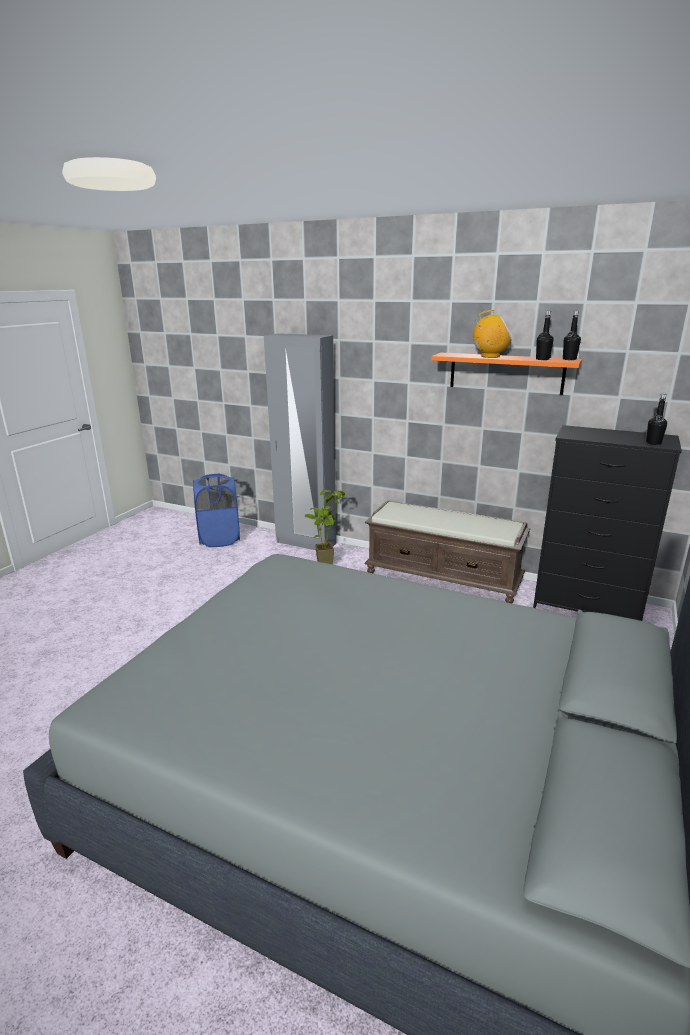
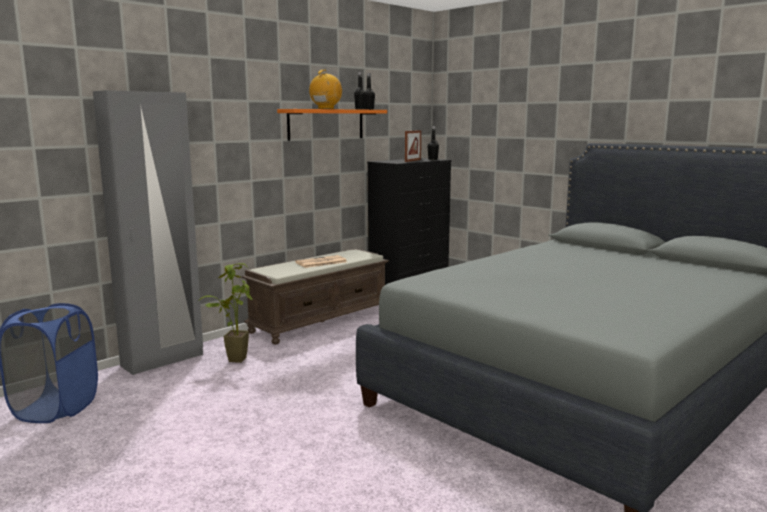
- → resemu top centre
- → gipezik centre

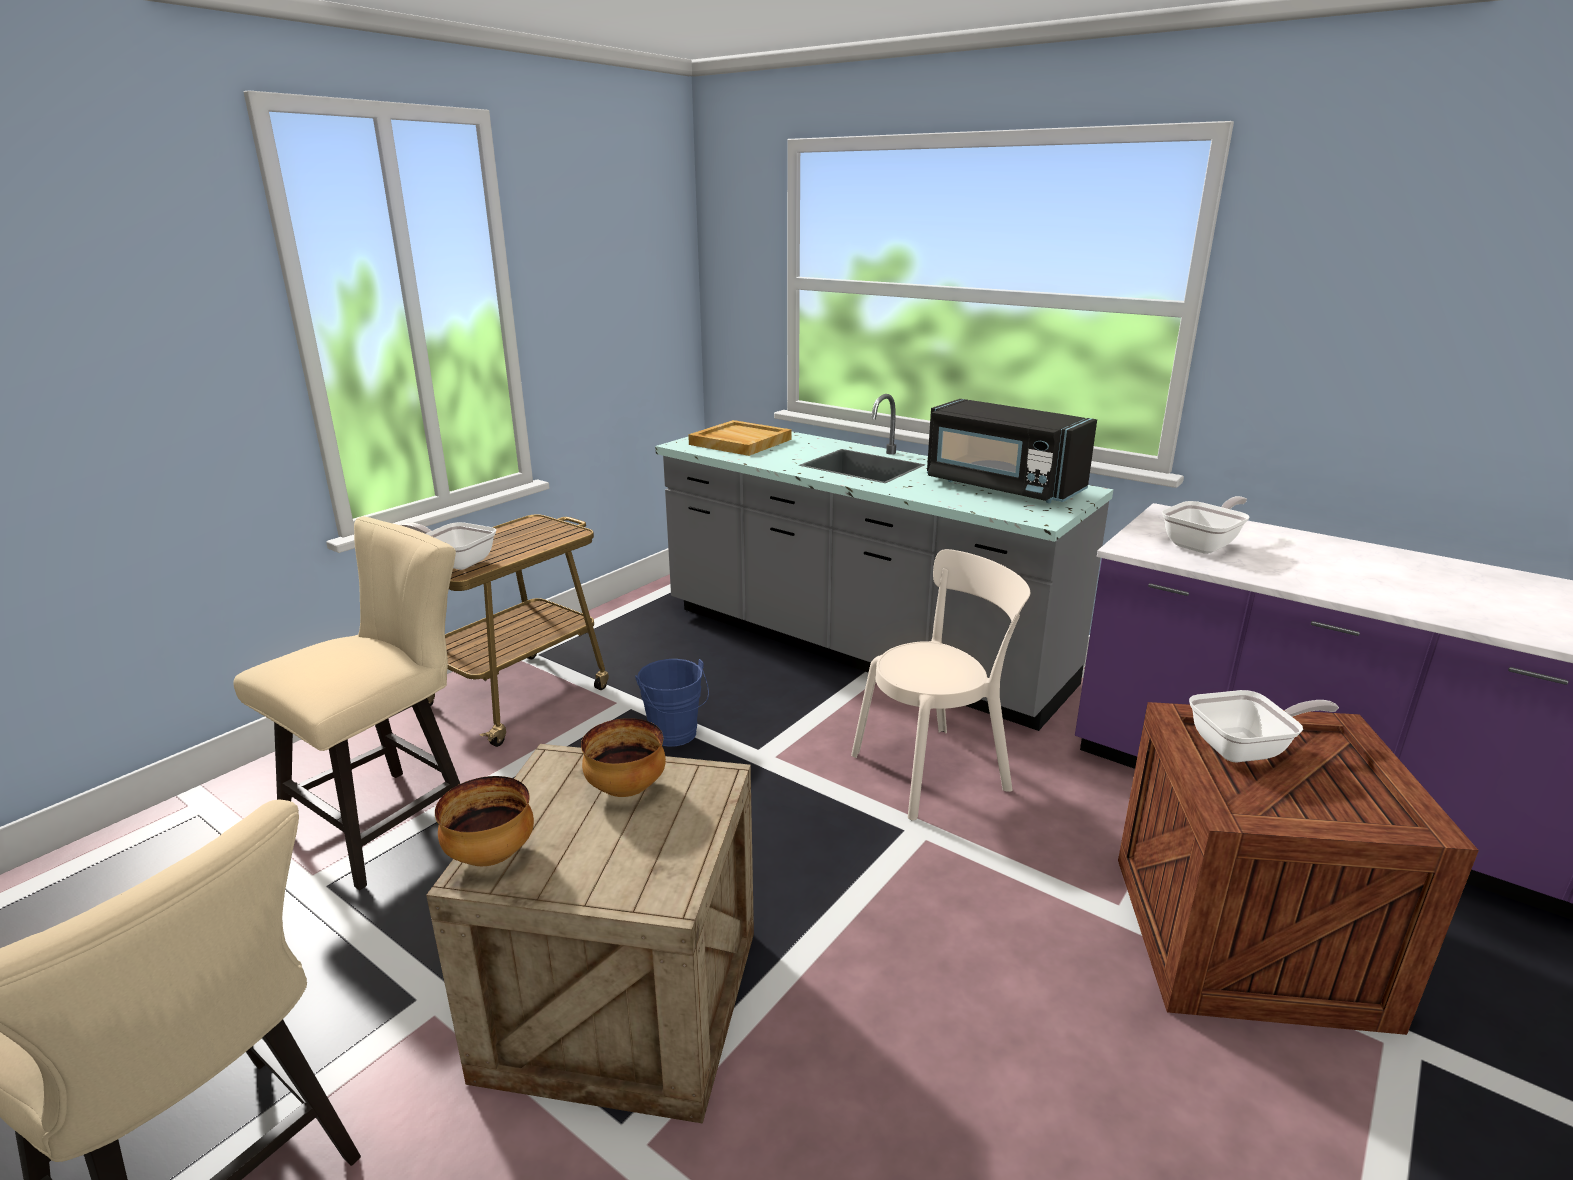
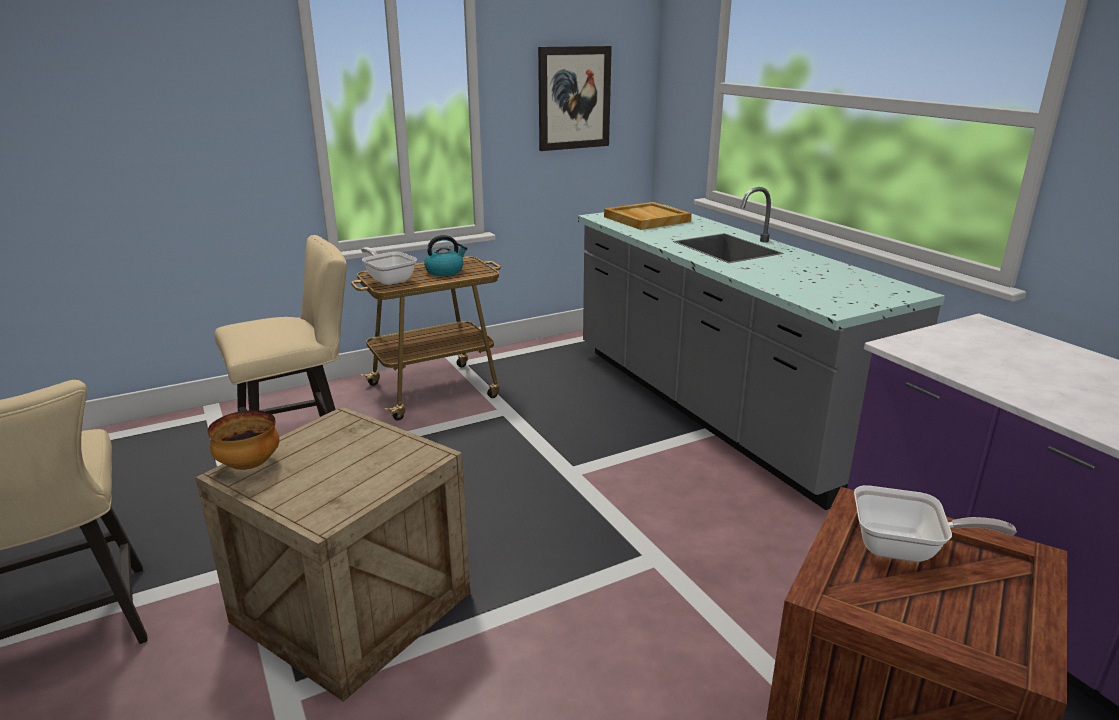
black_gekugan centre → -
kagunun (2nd from left) middle right → -
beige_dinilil (3rd from left) centre → -
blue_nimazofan centre → -
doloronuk (2nd from left) centre → -
- → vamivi top centre
- → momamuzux centre

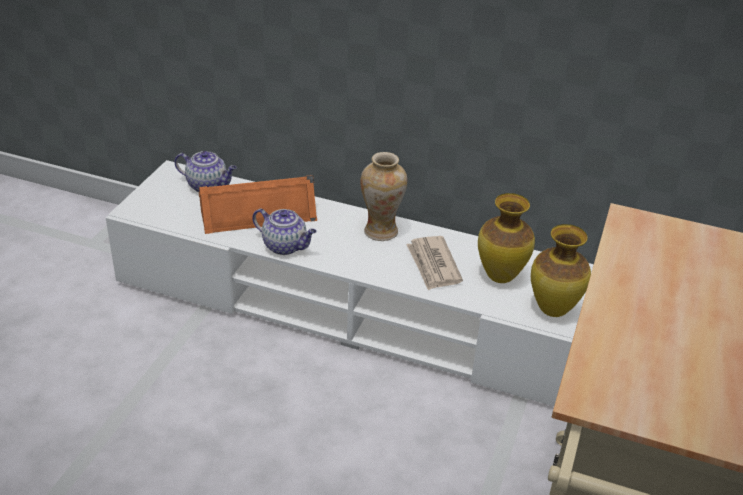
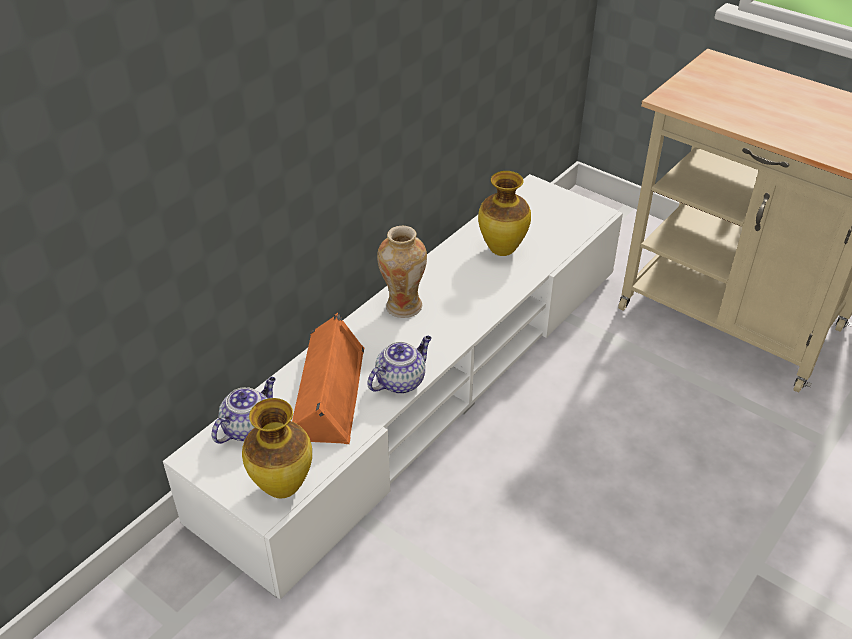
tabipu (3rd from left in the first image) middle right → tabipu (1st from left) bottom left, moved
gipezik centre → -

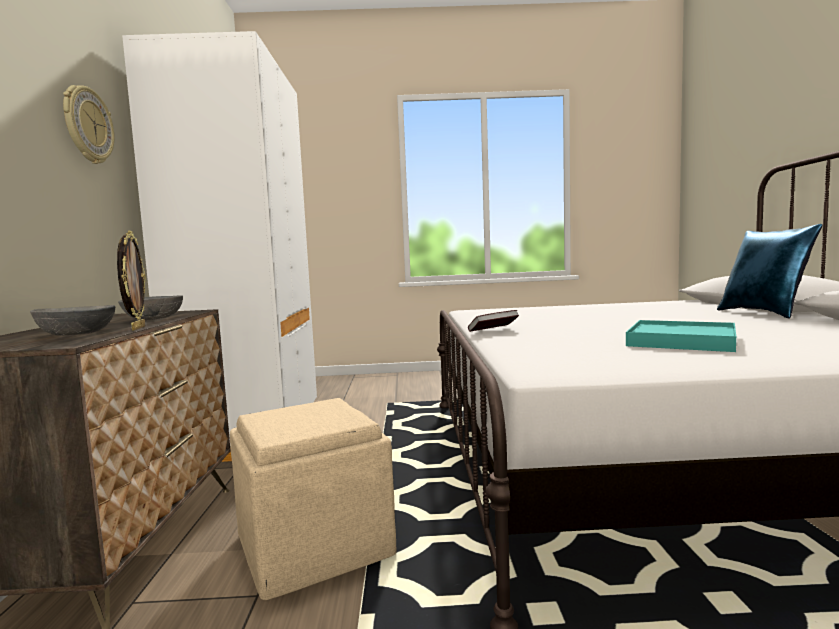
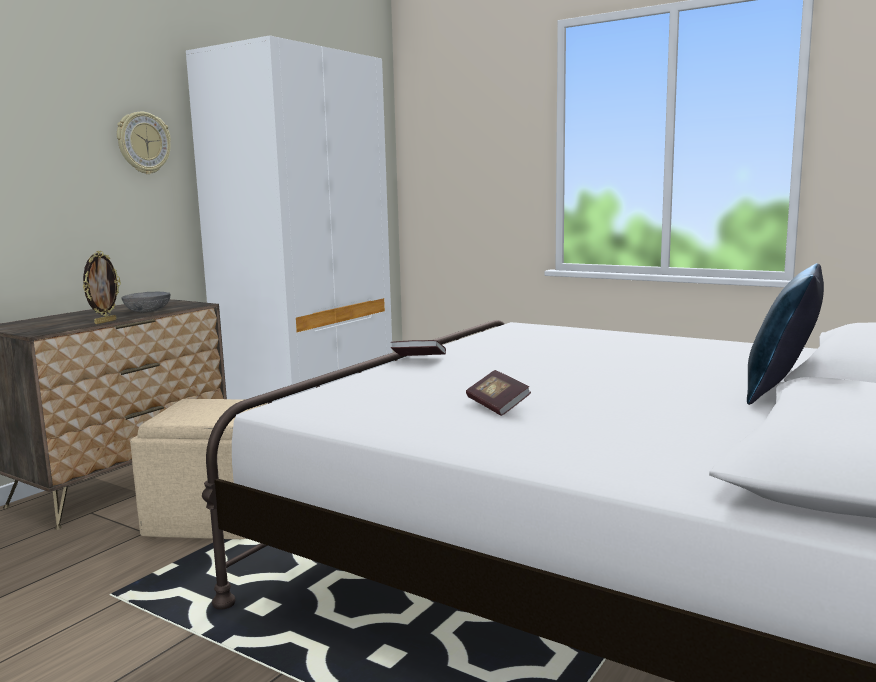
grey_doloronuk (1st from left) middle left → -
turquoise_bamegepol middle right → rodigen (2nd from left) centre

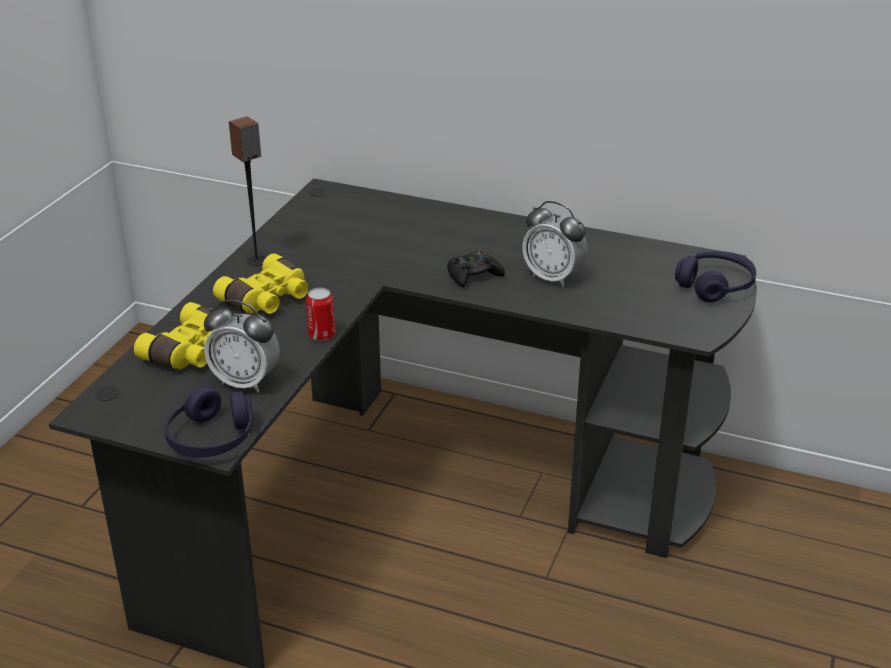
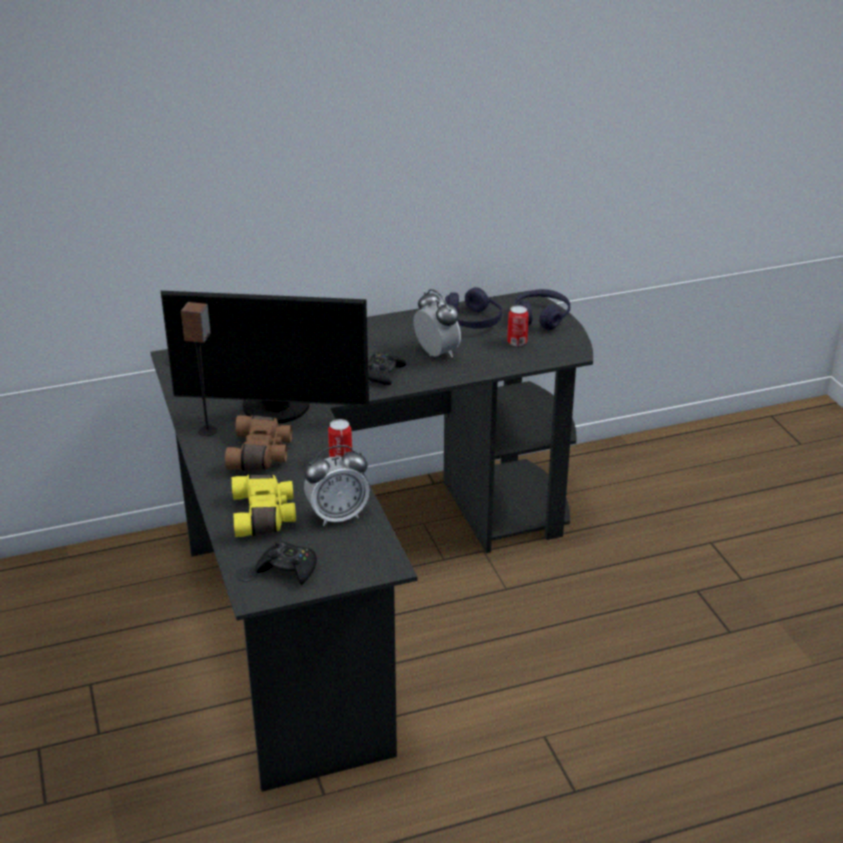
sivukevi (2nd from left) centre, 120 degrees counterclockwise
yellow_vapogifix (2nd from left) middle left → brown_vapogifix middle left
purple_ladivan (1st from left) middle left → purple_ladivan (1st from left) centre, moved
- → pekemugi middle left
- → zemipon (2nd from left) centre
- → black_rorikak (1st from left) bottom centre

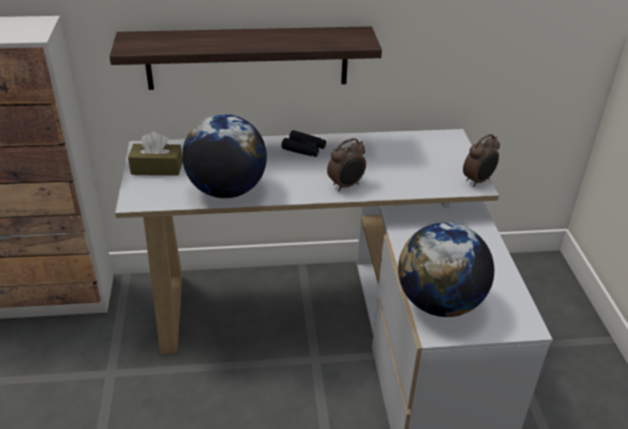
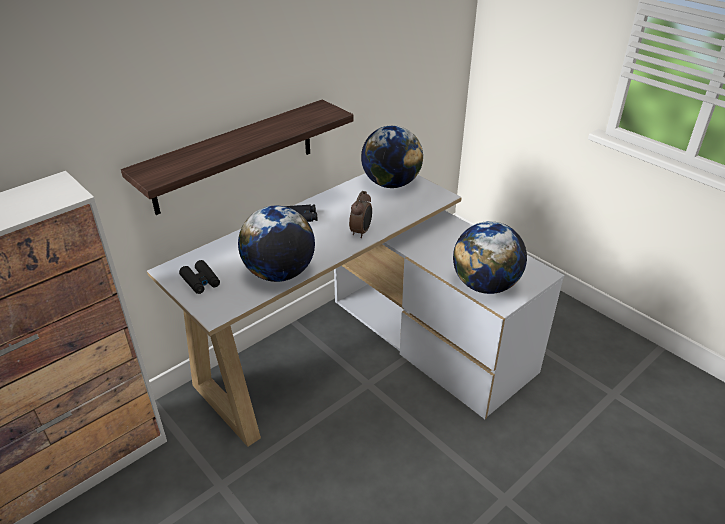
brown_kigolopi middle left → black_vapogifix (1st from left) middle left
sivukevi (2nd from left) middle right → -
- → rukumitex (2nd from left) top centre

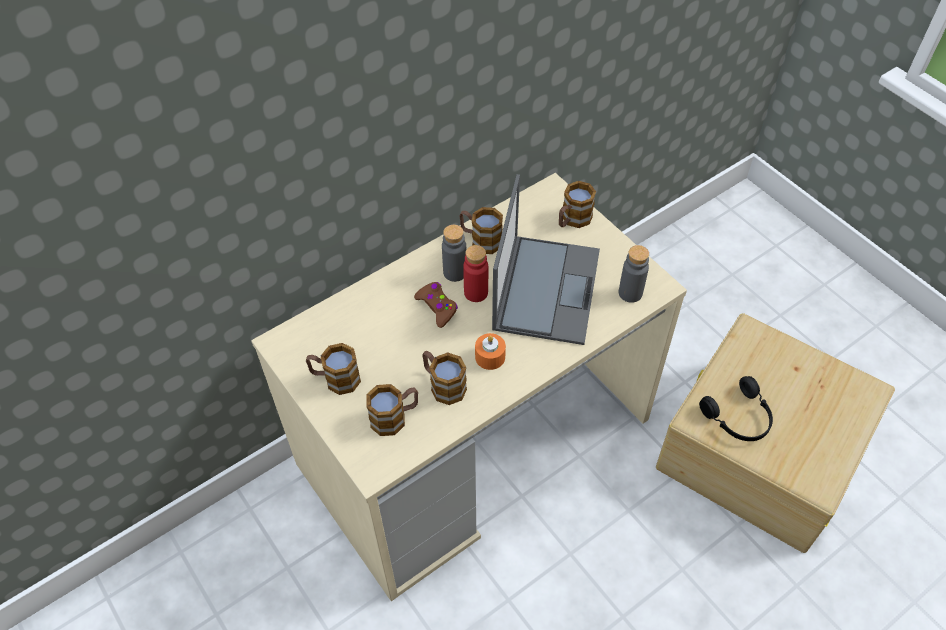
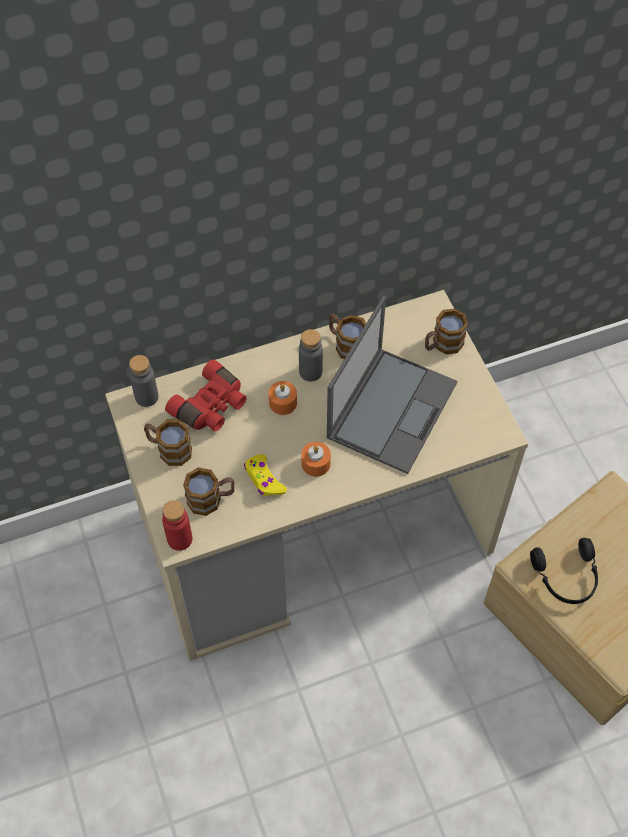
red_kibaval centre → red_kibaval middle left, moved
grey_kibaval (2nd from left in the first image) middle right → grey_kibaval (1st from left) middle left, moved
brown_rorikak centre → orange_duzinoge (1st from left) centre
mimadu (3rd from left) centre → yellow_rorikak centre
- → red_vapogifix middle left

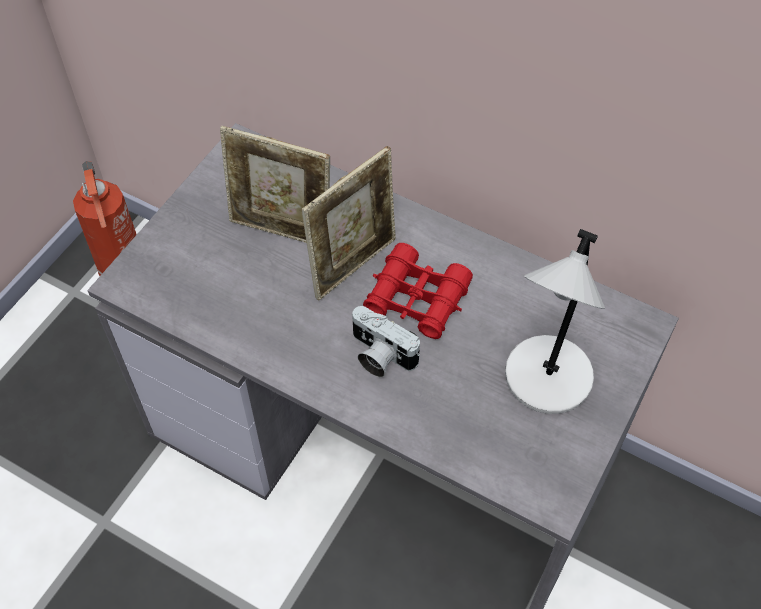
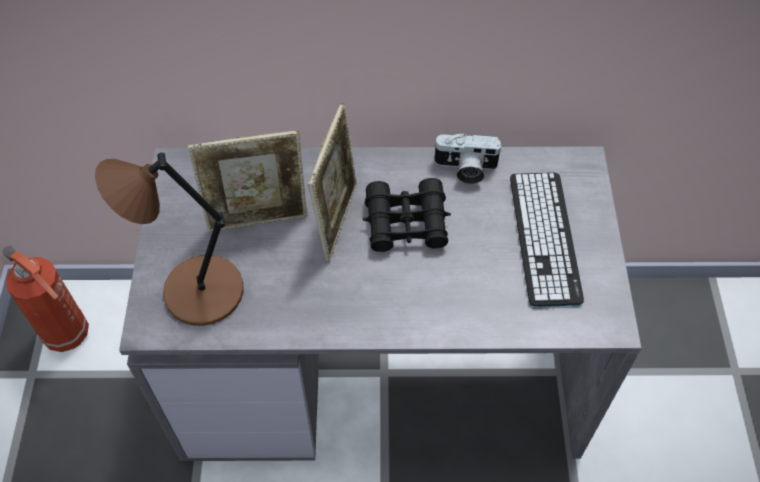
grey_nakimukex middle right → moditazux middle right
red_vapogifix centre → black_vapogifix centre
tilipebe centre → tilipebe top centre, moved
- → brown_nakimukex middle left

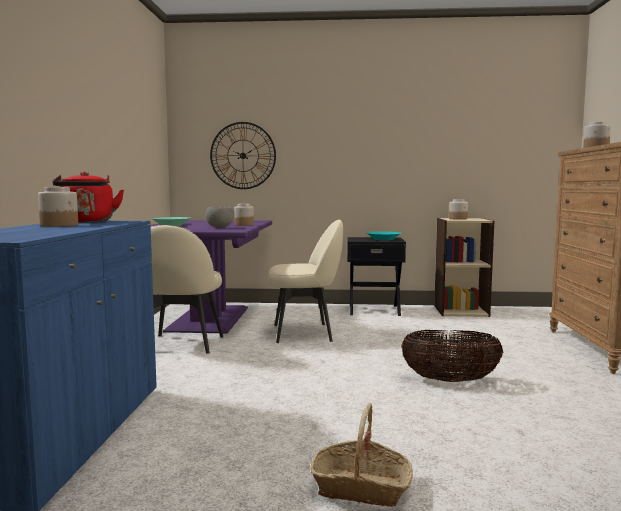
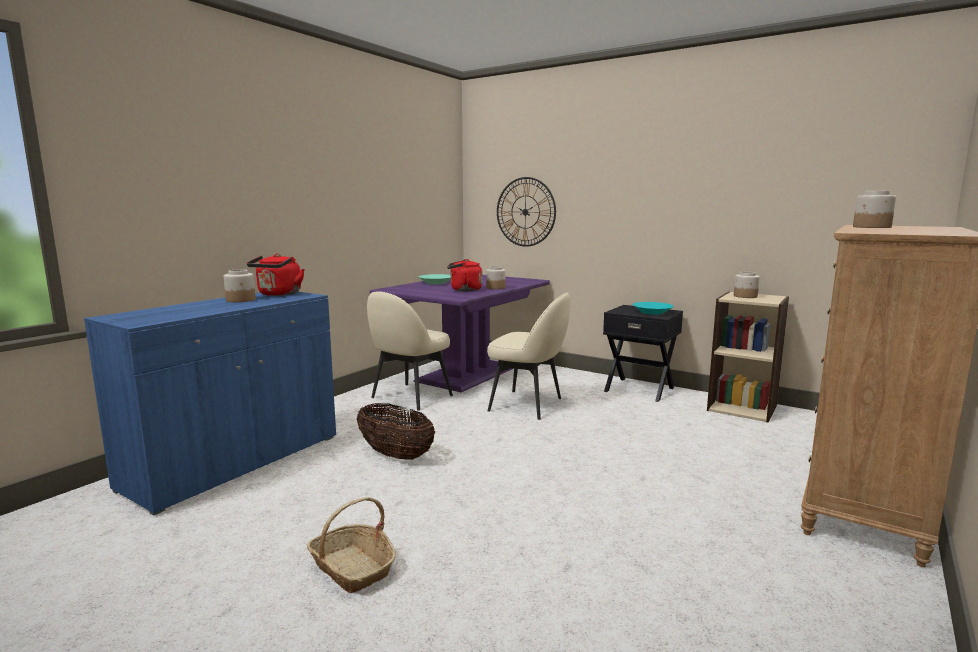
grey_doloronuk centre → red_momamuzux (2nd from left) centre
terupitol (2nd from left) bottom right → terupitol (2nd from left) centre, moved

